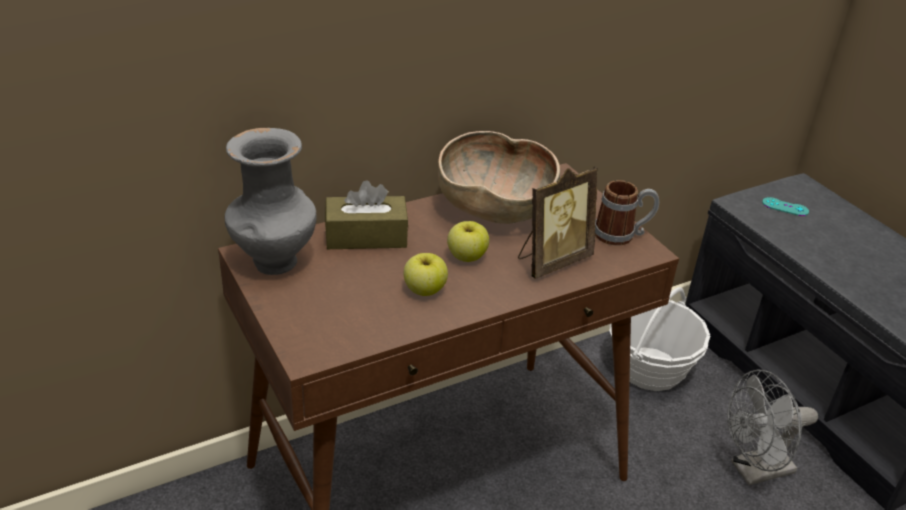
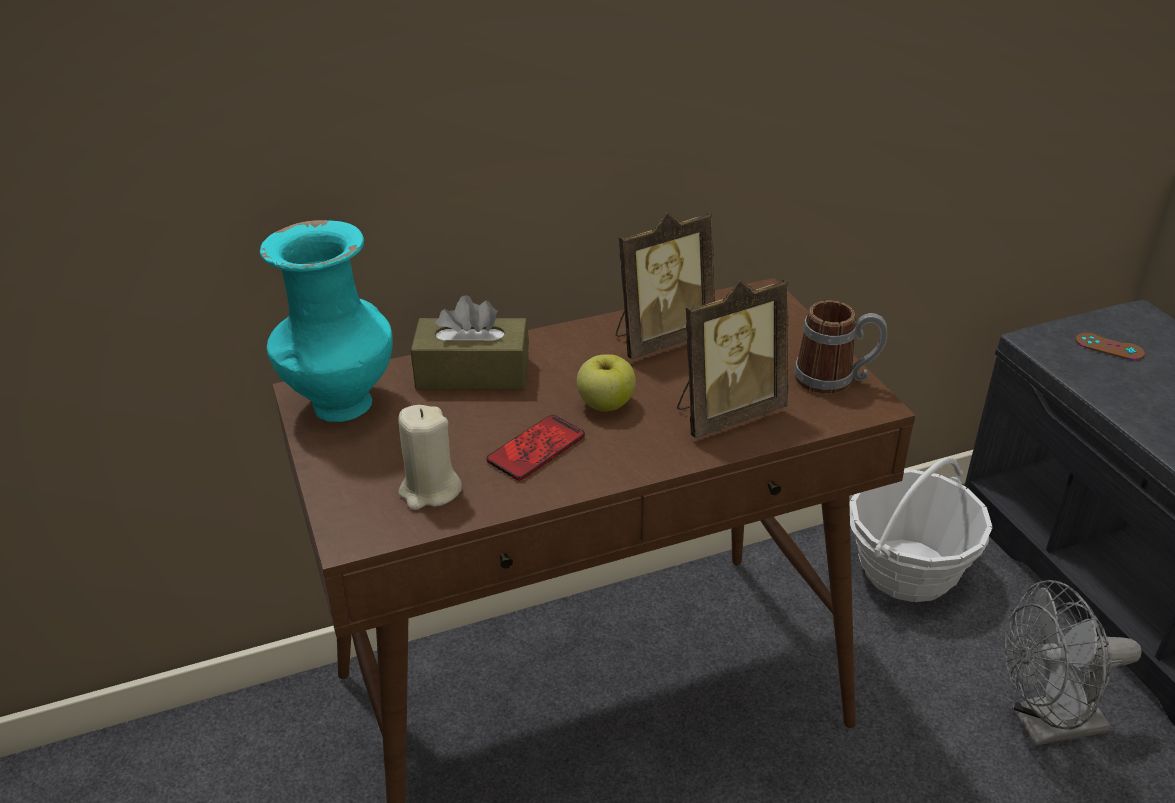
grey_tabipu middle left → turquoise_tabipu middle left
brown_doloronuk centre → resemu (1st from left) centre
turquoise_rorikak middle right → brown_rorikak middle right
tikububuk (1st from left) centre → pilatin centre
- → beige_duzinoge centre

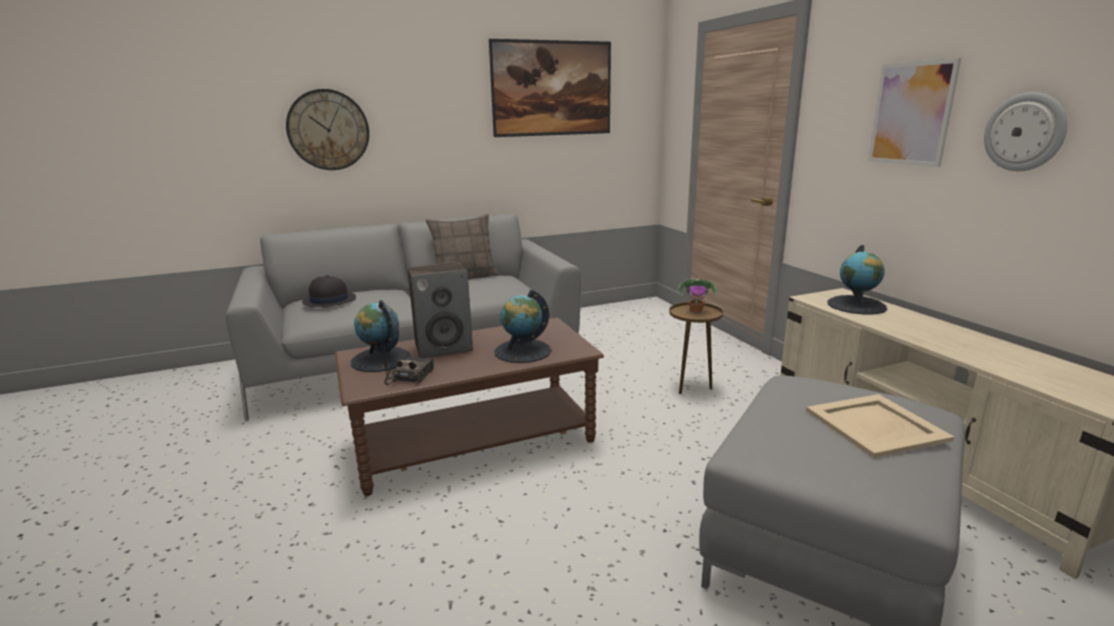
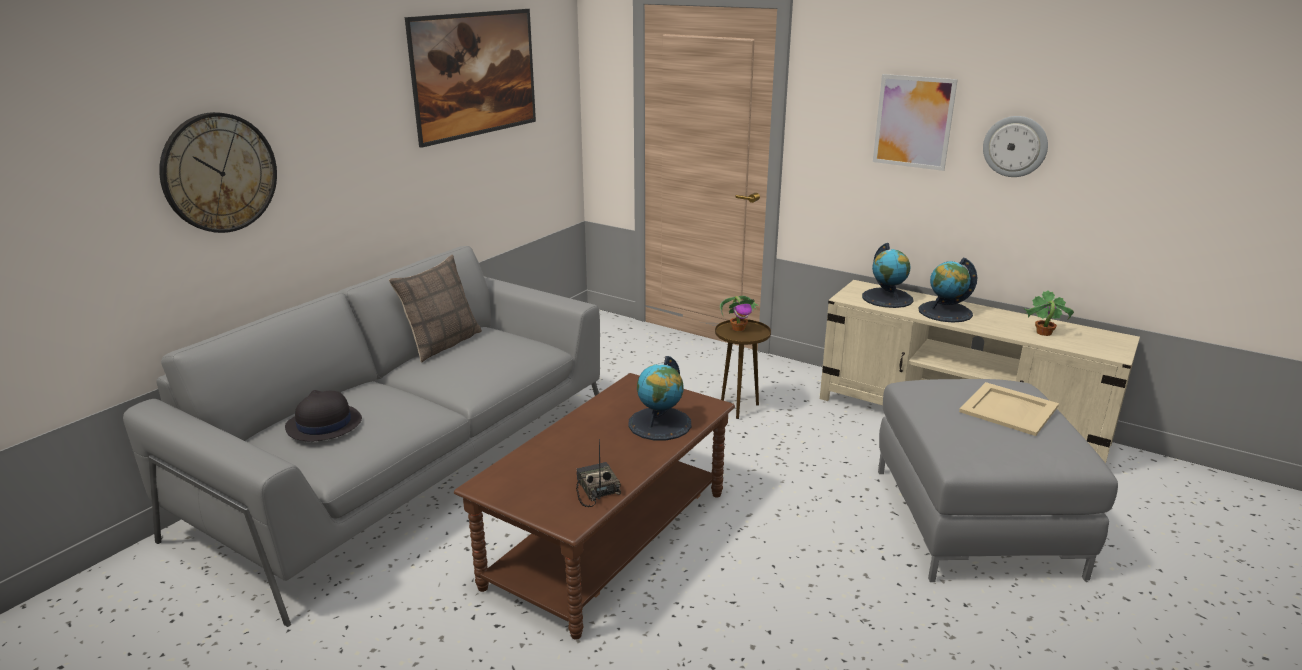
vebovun centre → -
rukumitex (1st from left in the first image) centre → rukumitex (3rd from left) middle right, moved
- → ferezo (2nd from left) middle right

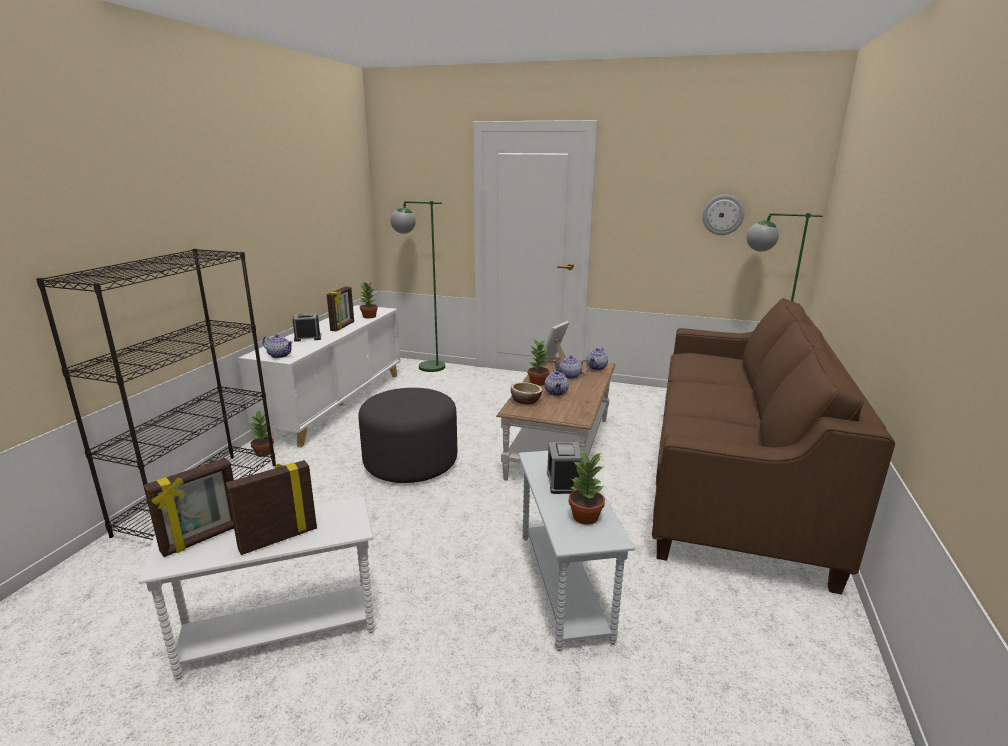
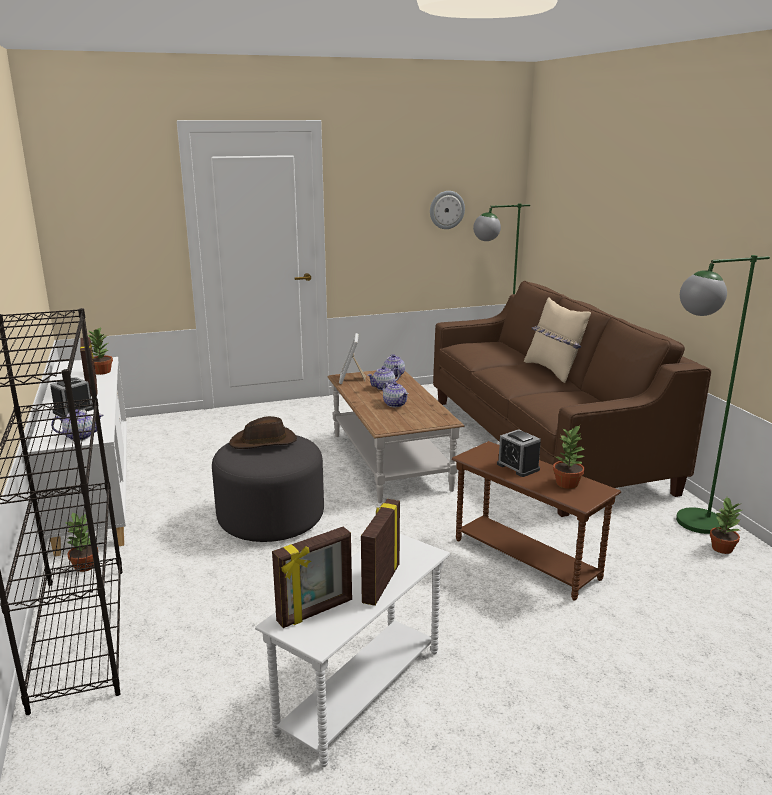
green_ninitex (1st from left in the first image) centre → green_ninitex (2nd from left) middle right, moved
ferezo (3rd from left in the first image) centre → ferezo (4th from left) middle right, moved
doloronuk centre → -
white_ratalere (2nd from left) bottom centre → brown_ratalere middle right
resemu (1st from left in the first image) bottom left → resemu (2nd from left) bottom centre, 45 degrees clockwise
- → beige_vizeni middle right
- → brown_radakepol centre

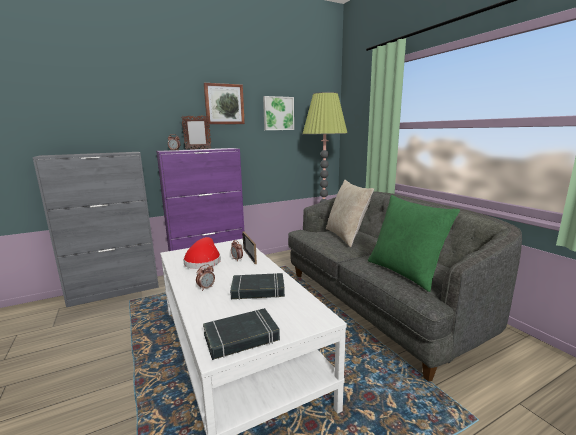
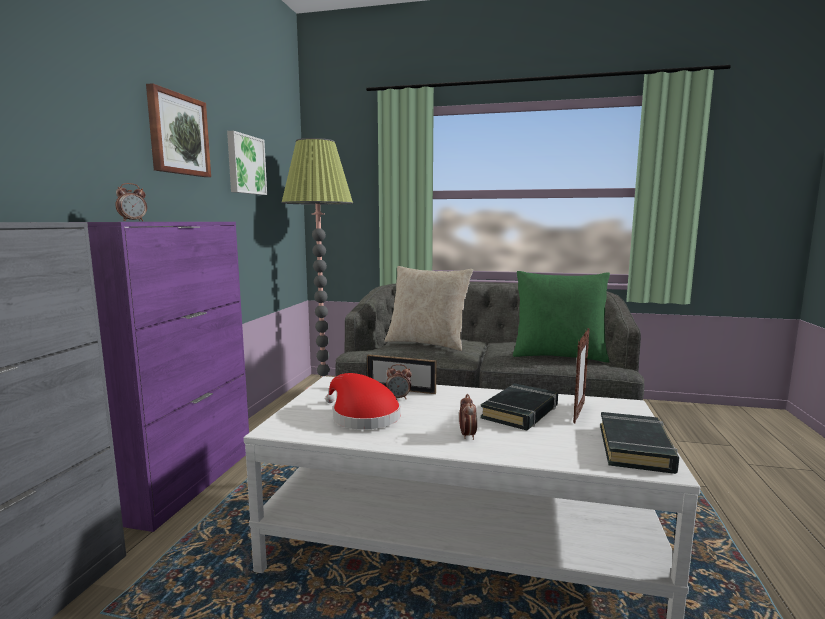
resemu (1st from left in the first image) top centre → resemu (2nd from left) middle right, moved

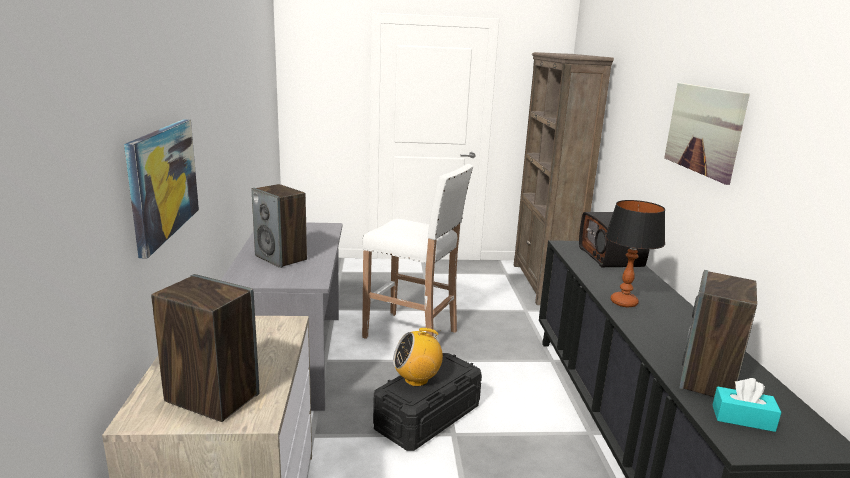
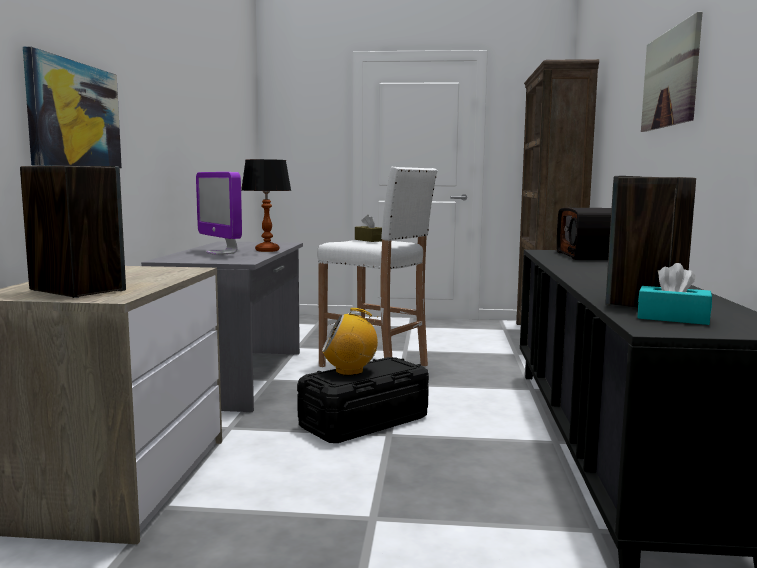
vebovun (2nd from left) middle left → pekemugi middle left
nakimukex middle right → nakimukex centre, moved
- → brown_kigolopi centre

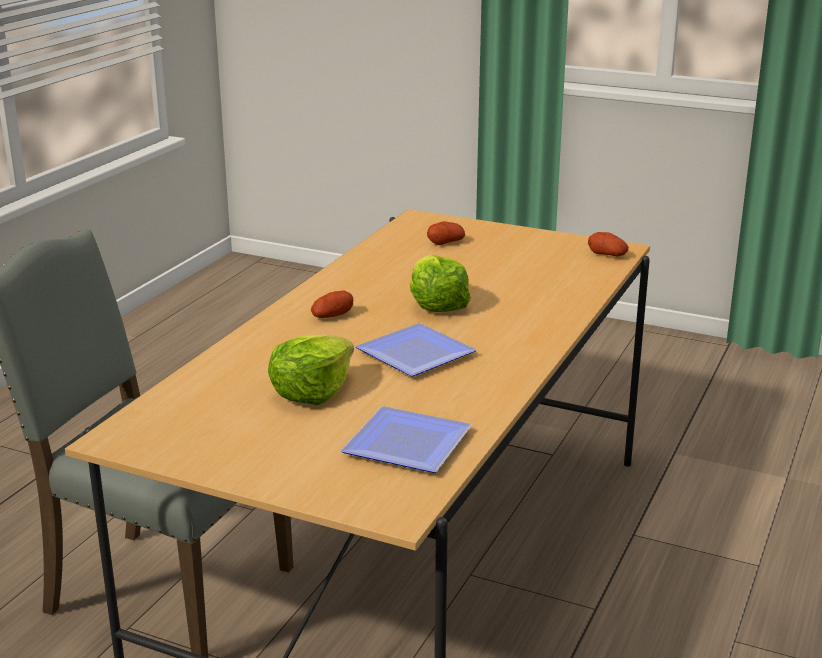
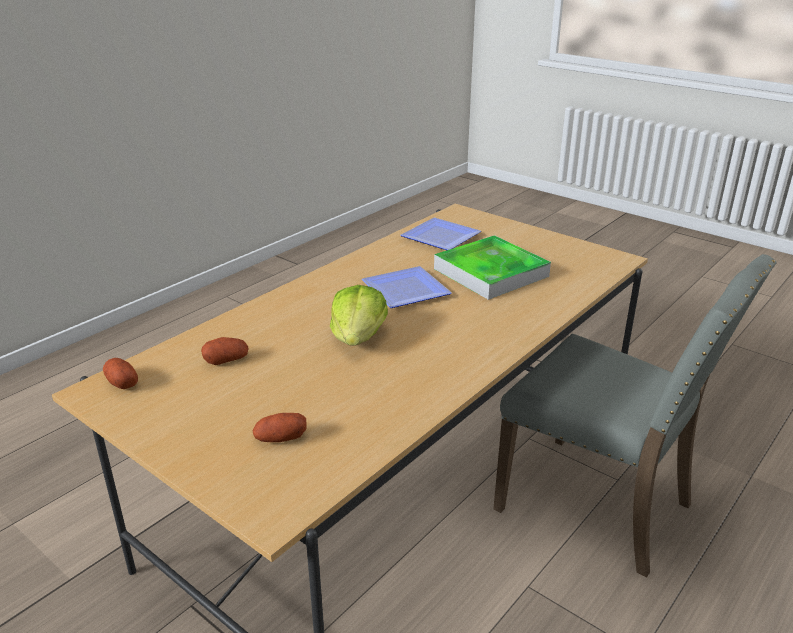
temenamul (1st from left in the first image) centre → temenamul (2nd from left) middle left, moved
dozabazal (1st from left) centre → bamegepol centre

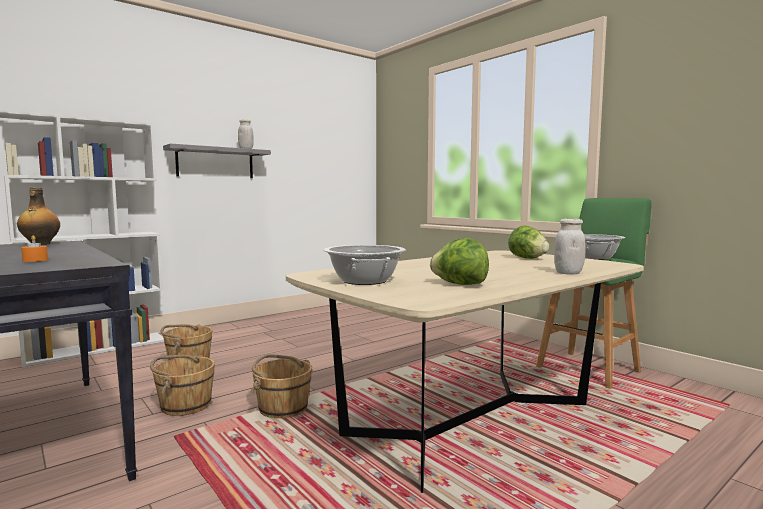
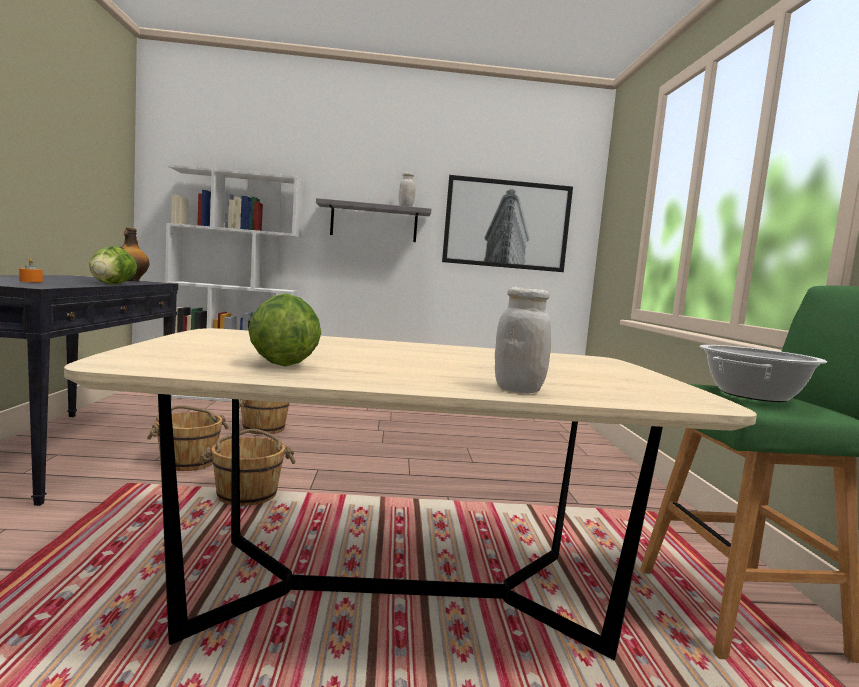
dozabazal (2nd from left in the first image) middle right → dozabazal (1st from left) middle left, moved
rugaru (1st from left) centre → -
- → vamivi top centre

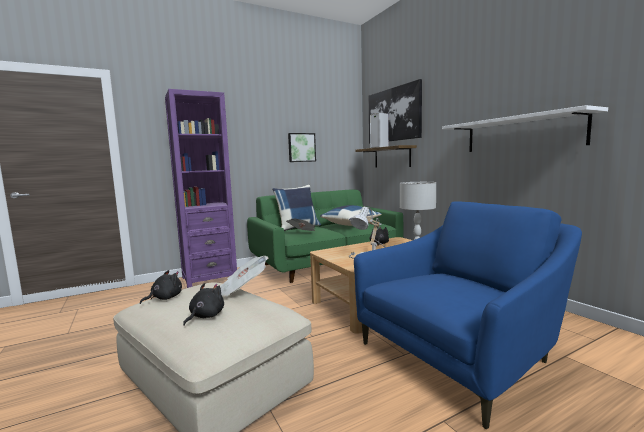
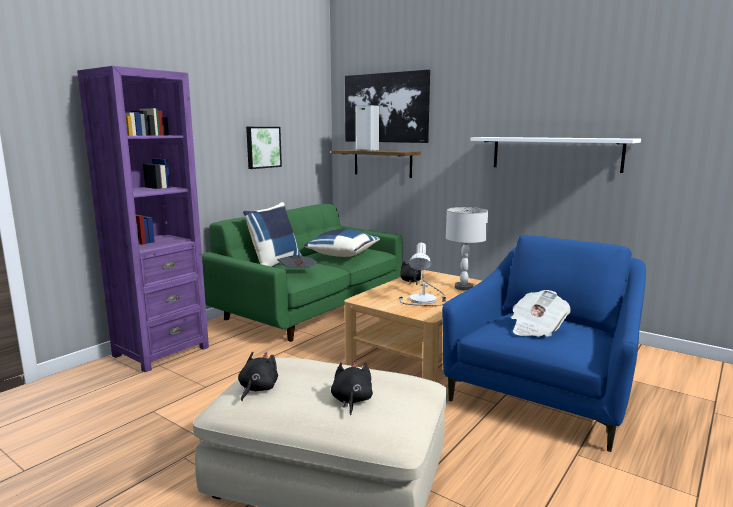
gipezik (1st from left in the first image) centre → gipezik (2nd from left) middle right, moved

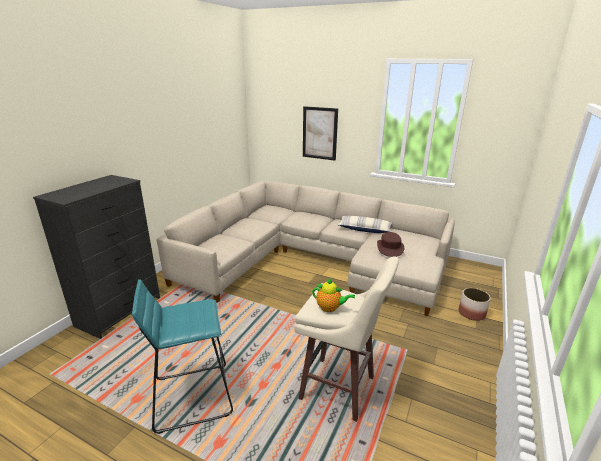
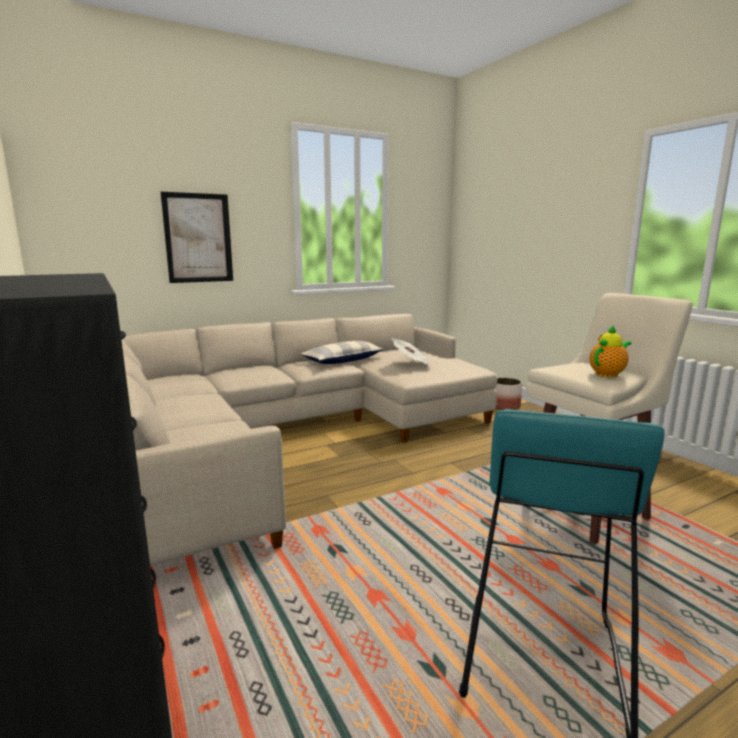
brown_radakepol centre → gipezik centre

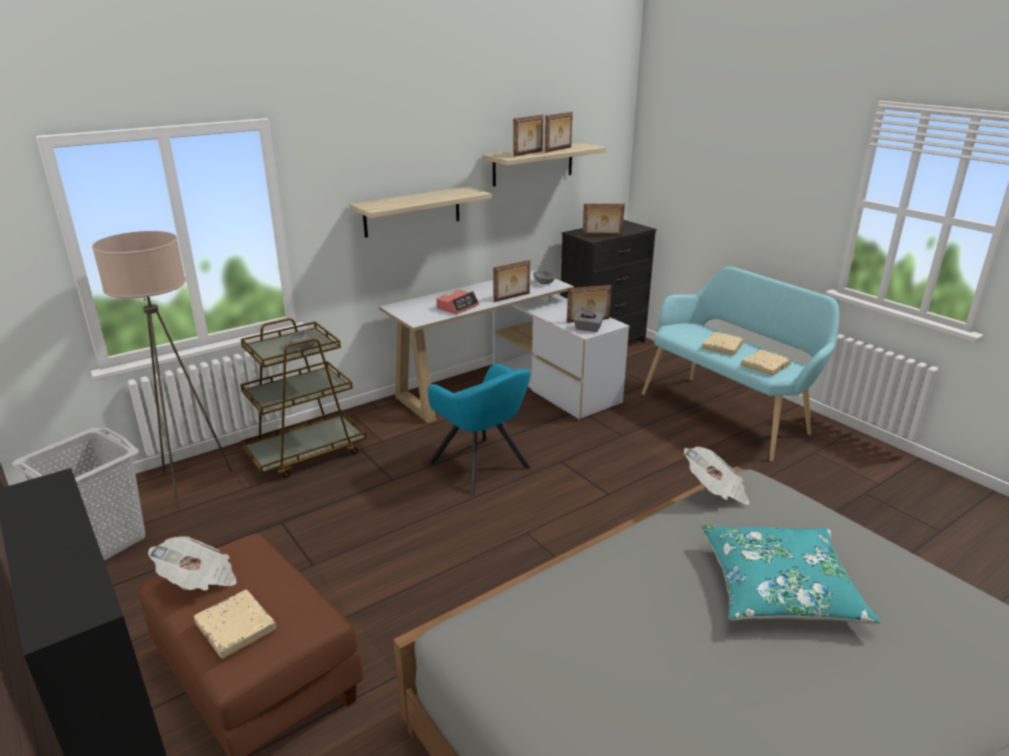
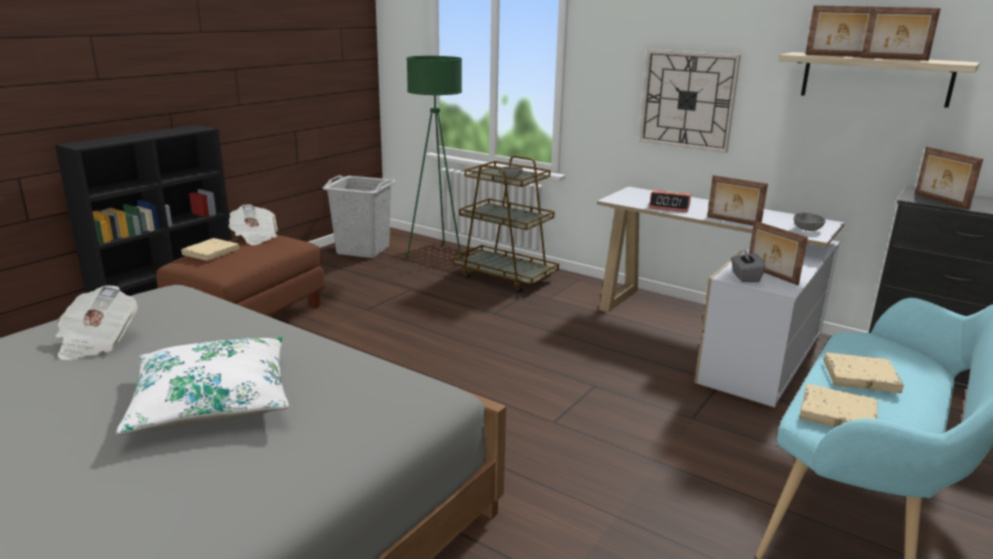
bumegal (1st from left) top centre → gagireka top right
beige_ninitex middle left → green_ninitex top centre
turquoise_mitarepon centre → -
gipezik (2nd from left in the first image) middle right → gipezik (1st from left) middle left, moved
turquoise_vizeni bottom right → white_vizeni bottom left

